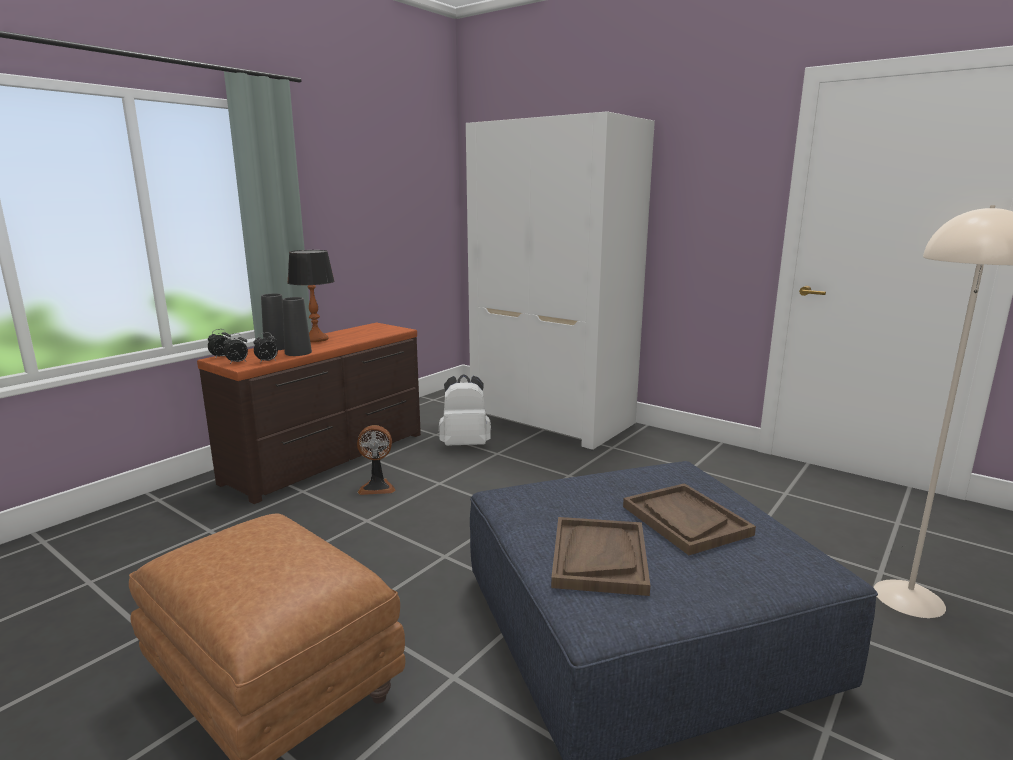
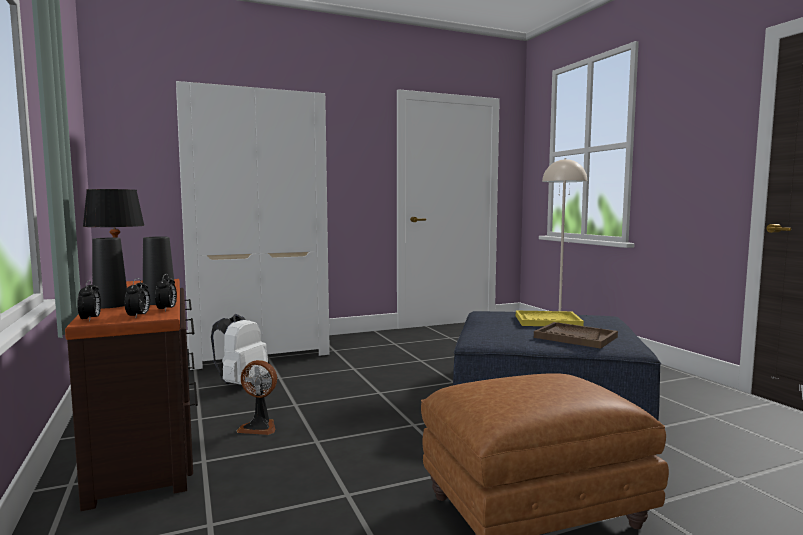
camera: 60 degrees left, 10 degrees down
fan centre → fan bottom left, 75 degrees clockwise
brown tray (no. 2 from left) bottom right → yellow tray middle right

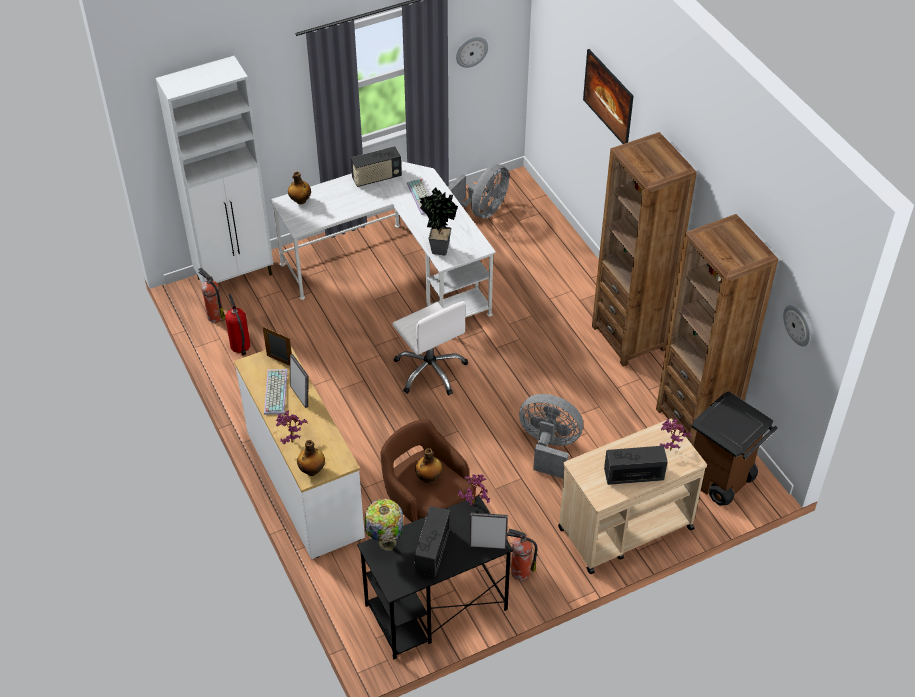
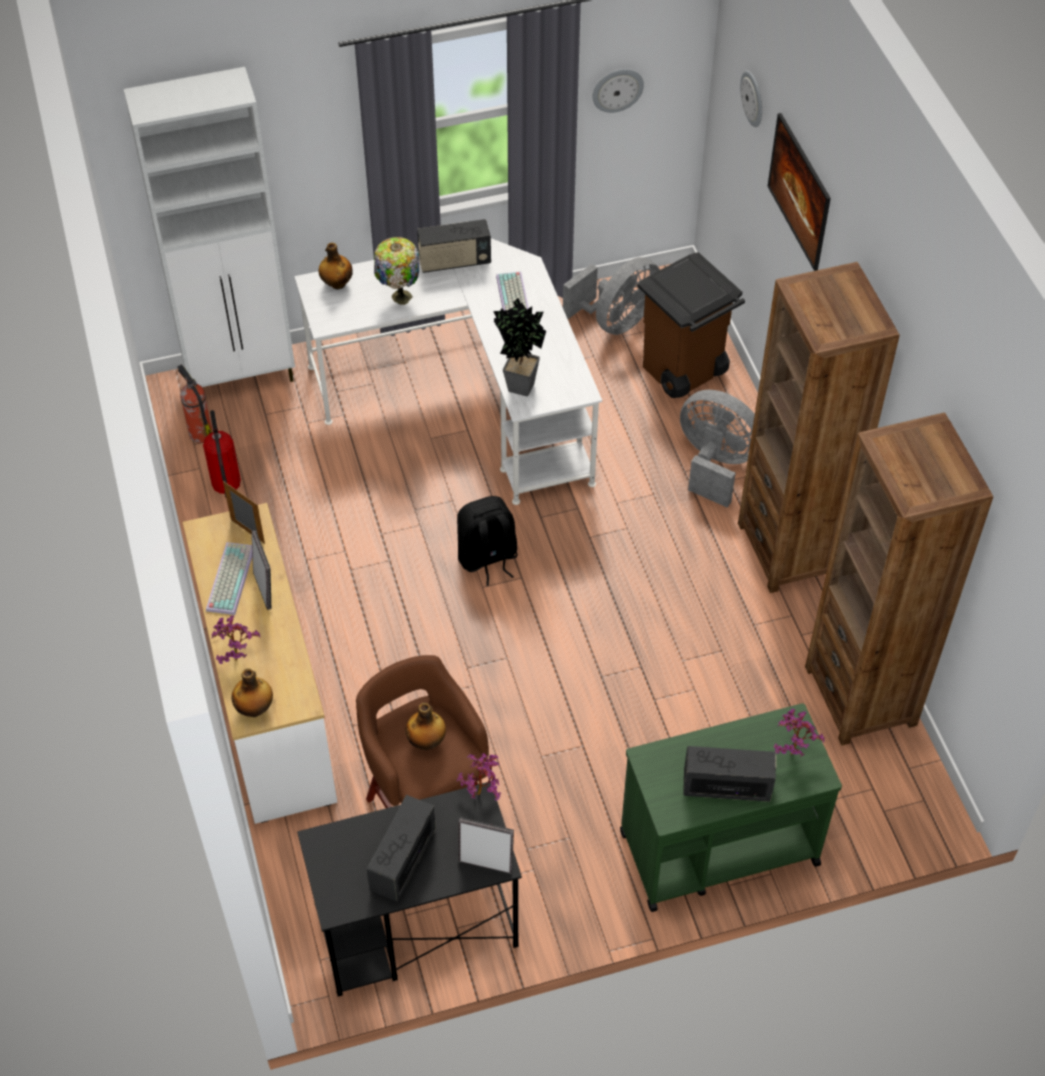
camera: 10 degrees right, 5 degrees up
white office chair centre → black backpack centre
wall clock (no. 2 from left) middle right → wall clock (no. 2 from left) top right, relocated
brown trash can middle right → brown trash can top centre, relocated
grey fan (no. 2 from left) centre → grey fan (no. 2 from left) middle right, relocated
beige cart bottom right → green cart bottom right
table lamp bottom centre → table lamp top centre, relocated
fire extinguisher (no. 3 from left) bottom centre → -

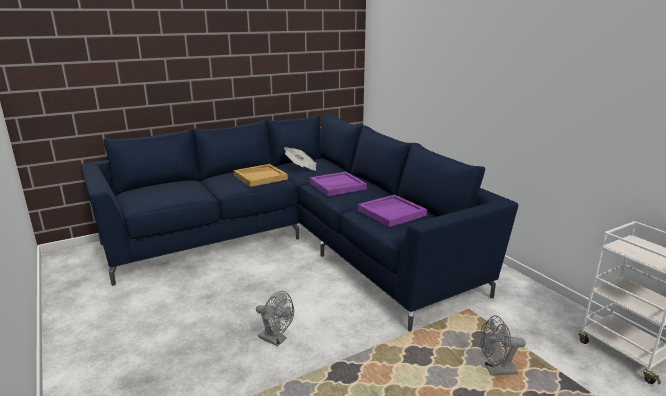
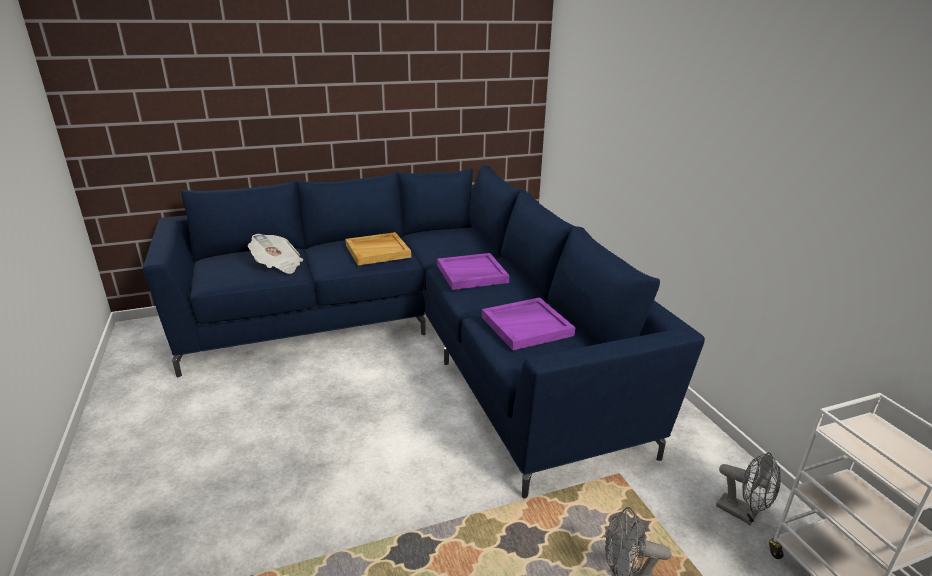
camera: 10 degrees right, 5 degrees up
newspaper centre → newspaper middle left, relocated
grey fan (no. 1 from left in the first image) bottom centre → grey fan (no. 2 from left) bottom right, relocated

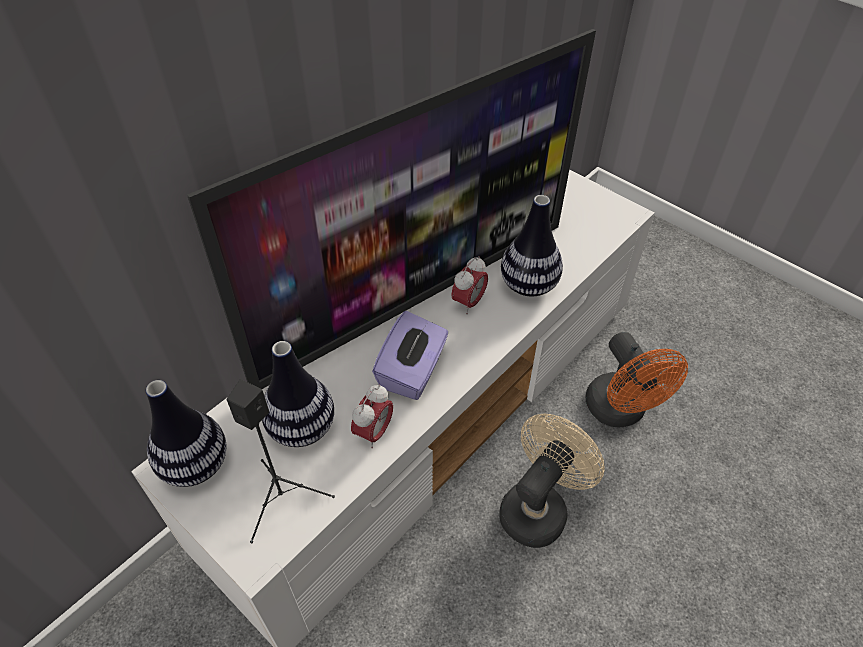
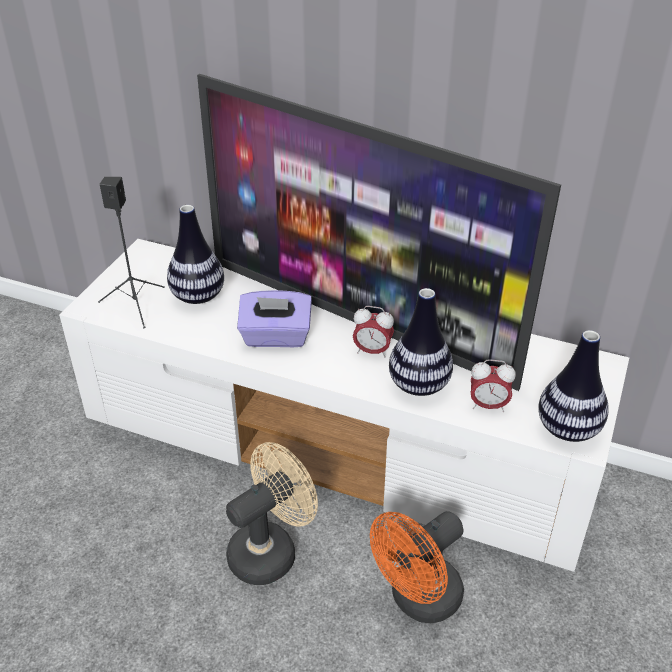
camera: 70 degrees right, 10 degrees down
vase (no. 1 from left in the first image) bottom left → vase (no. 3 from left) middle right, relocated
alarm clock (no. 1 from left in the first image) centre → alarm clock (no. 2 from left) middle right, relocated
beige fan bottom centre, 60 degrees counterclockwise

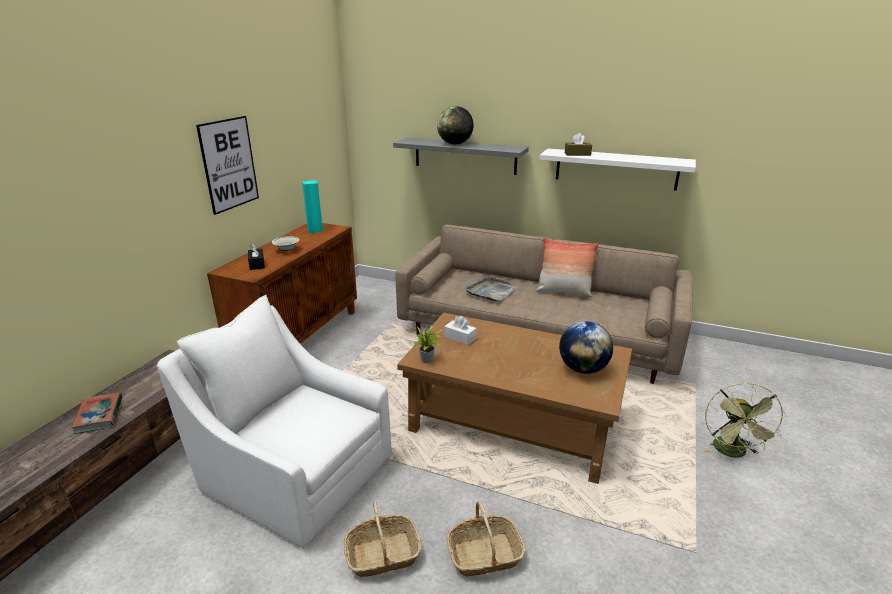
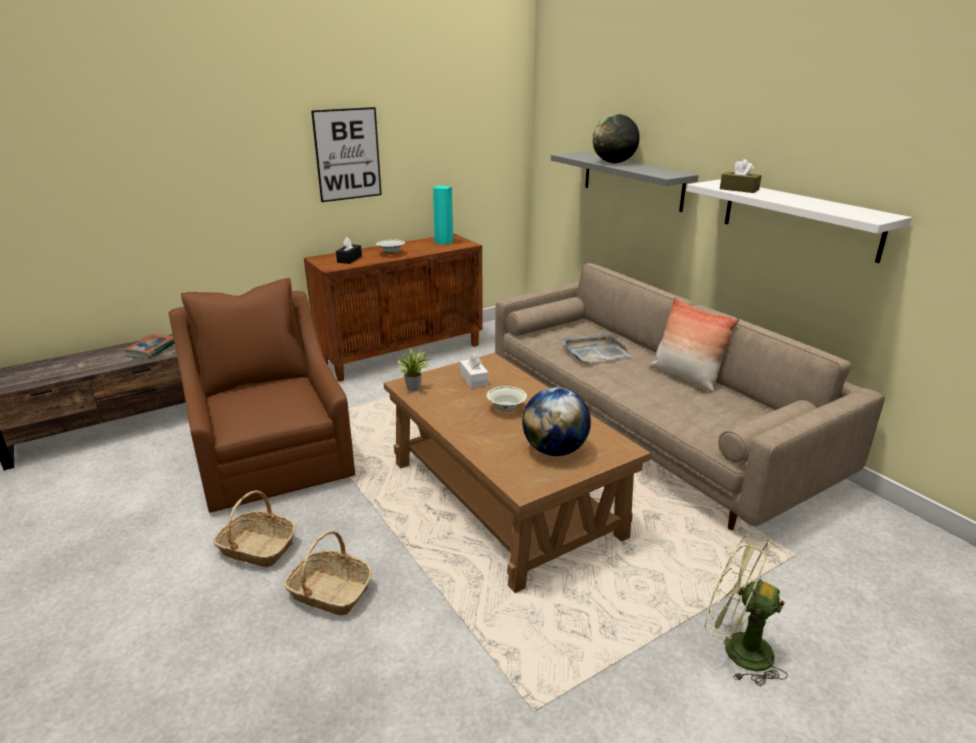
camera: 35 degrees right, 0 degrees up
white armchair bottom left → brown armchair middle left
green fan bottom right, 75 degrees clockwise
- → white bowl (no. 2 from left) centre

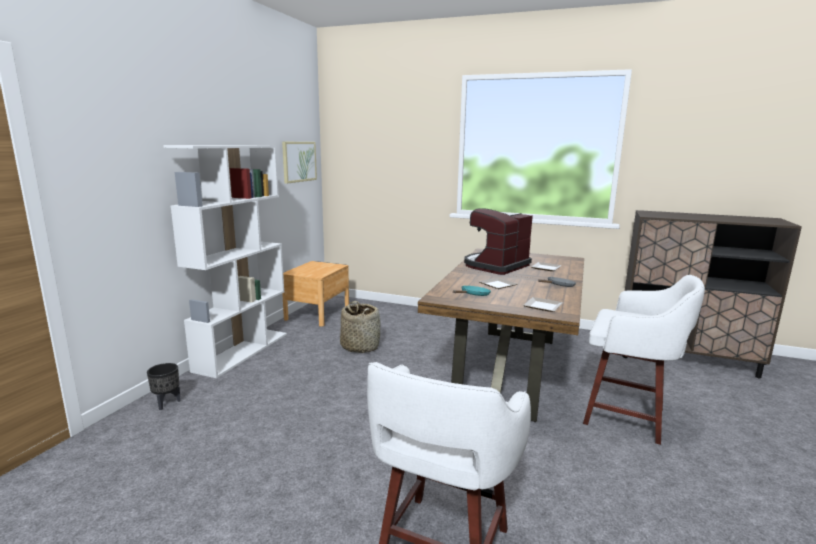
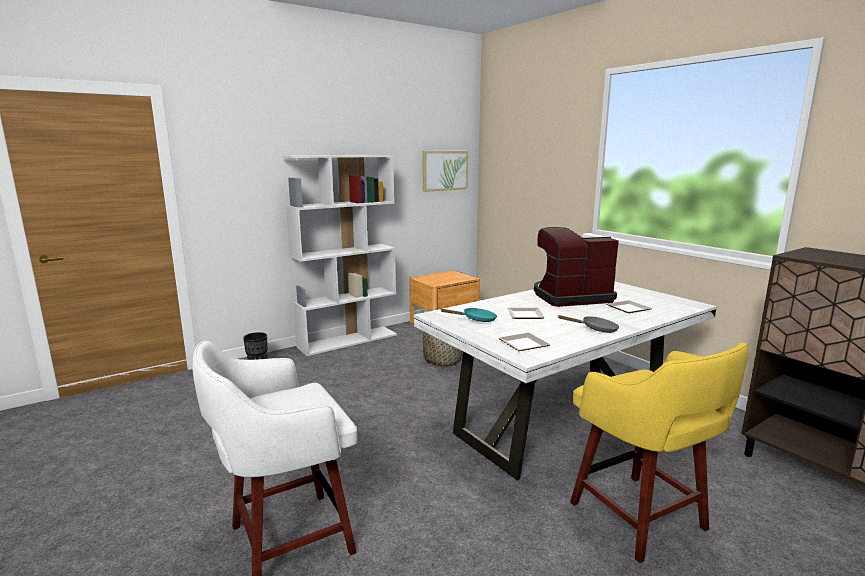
camera: 35 degrees right, 0 degrees up
brown dining table centre → white dining table centre
white stool (no. 2 from left) middle right → yellow stool bottom right

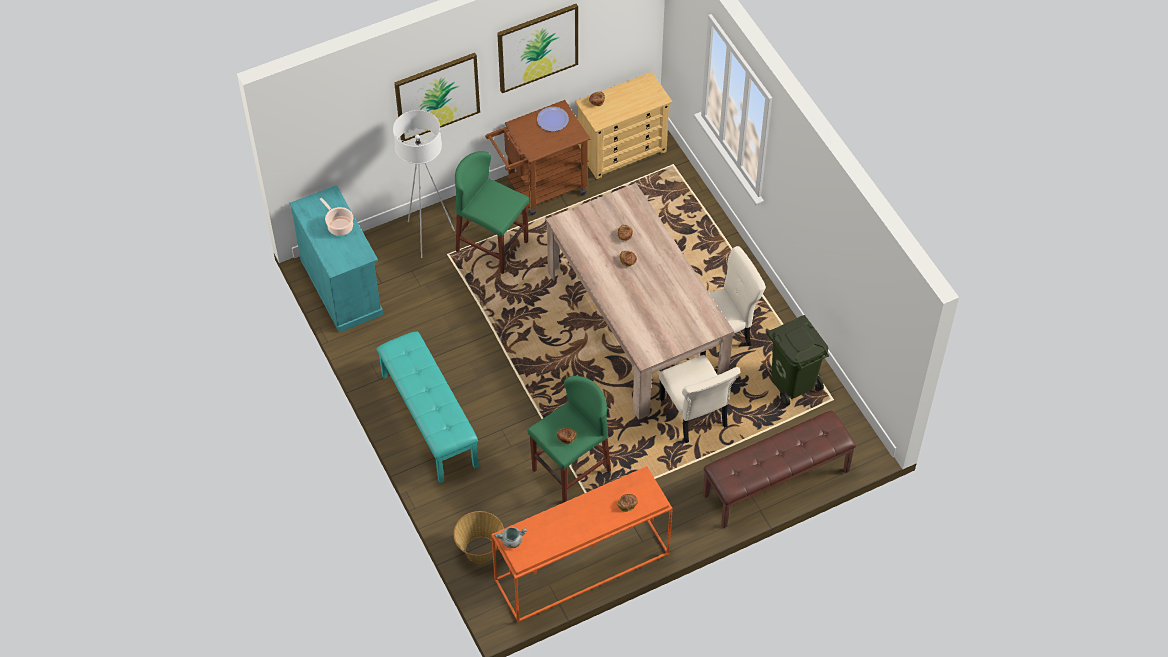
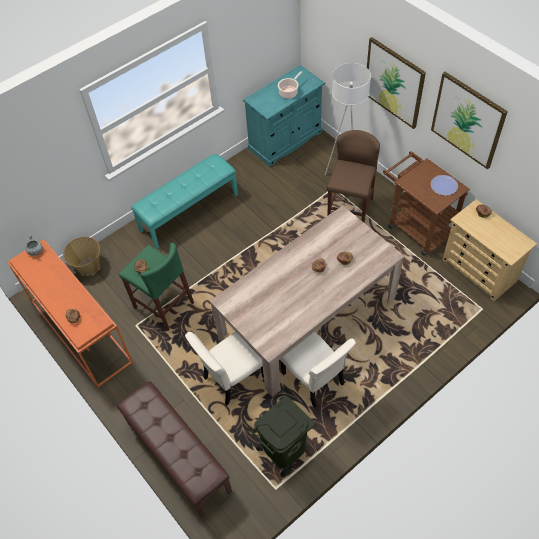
camera: 80 degrees right, 0 degrees up
green stool (no. 1 from left) top centre → brown stool top centre

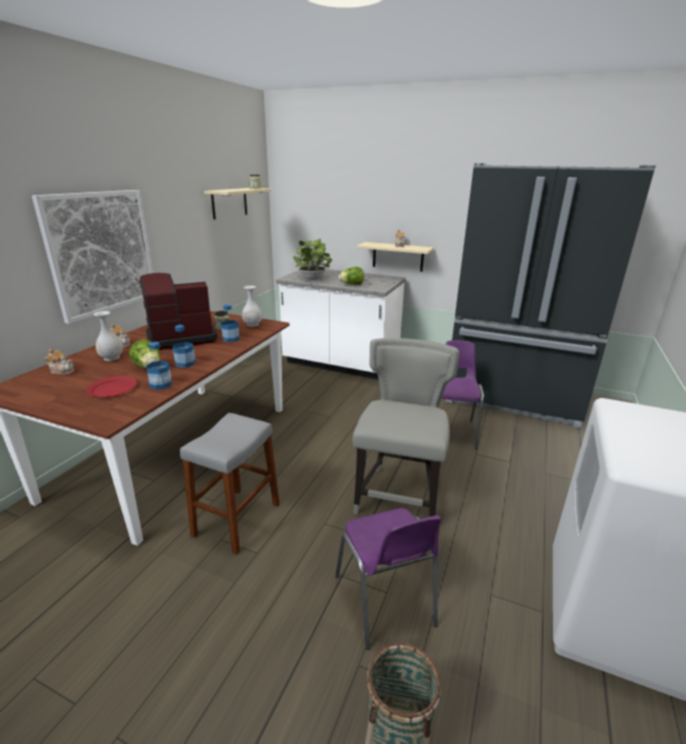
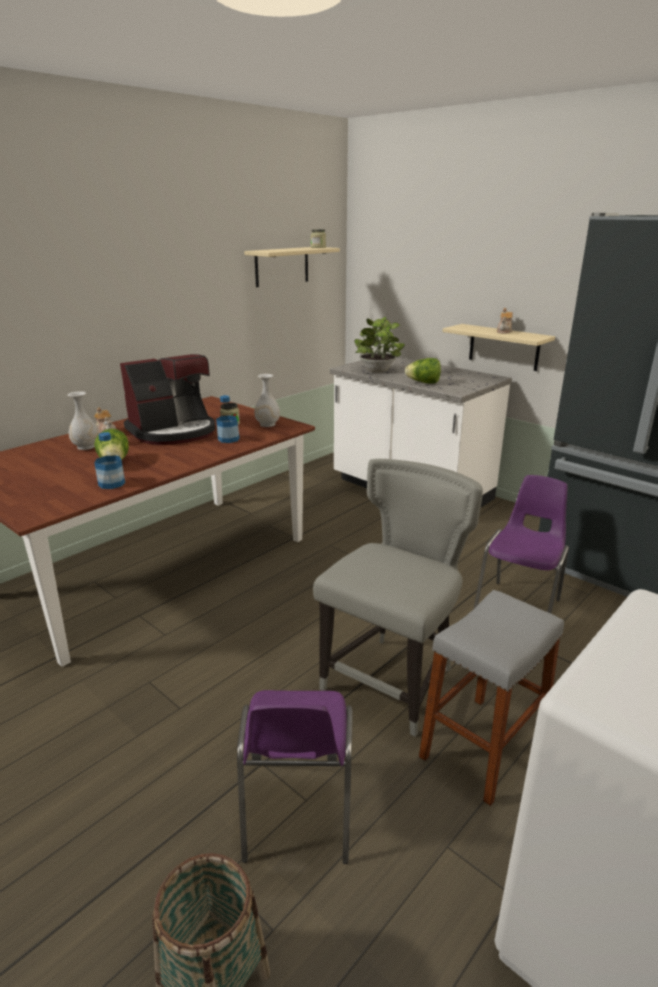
camera: 20 degrees right, 0 degrees up
picture middle left → -
coffee machine middle left, 150 degrees clockwise
bottle (no. 2 from left) middle left → -
teapot (no. 1 from left) middle left → -
red plate middle left → -
grey stool centre → grey stool bottom right, relocated

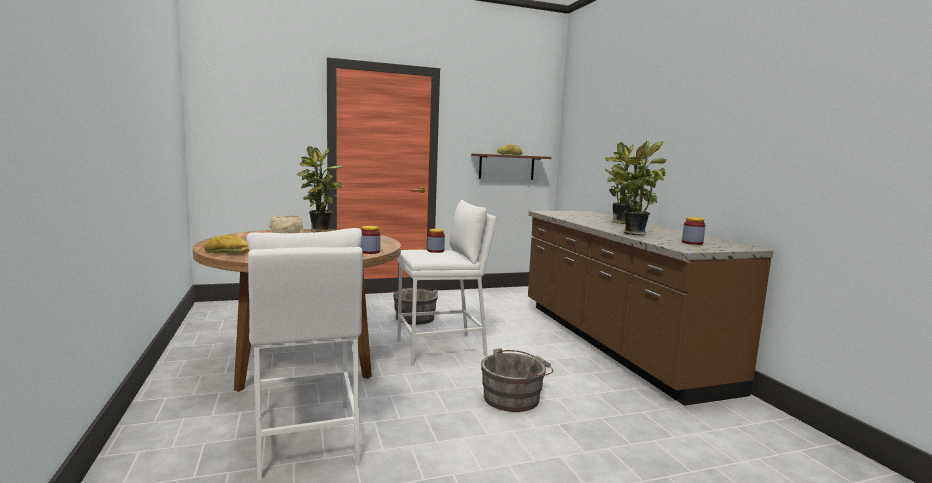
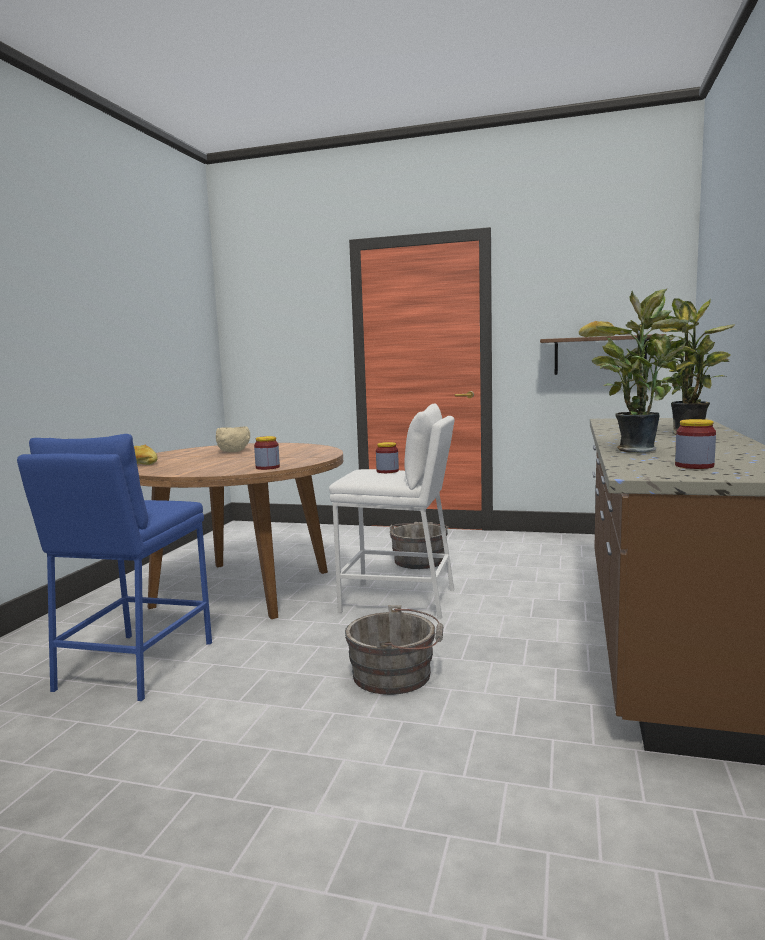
camera: 35 degrees right, 0 degrees up
potted plant (no. 1 from left) centre → -
white stool (no. 1 from left) bottom left → blue stool middle left

